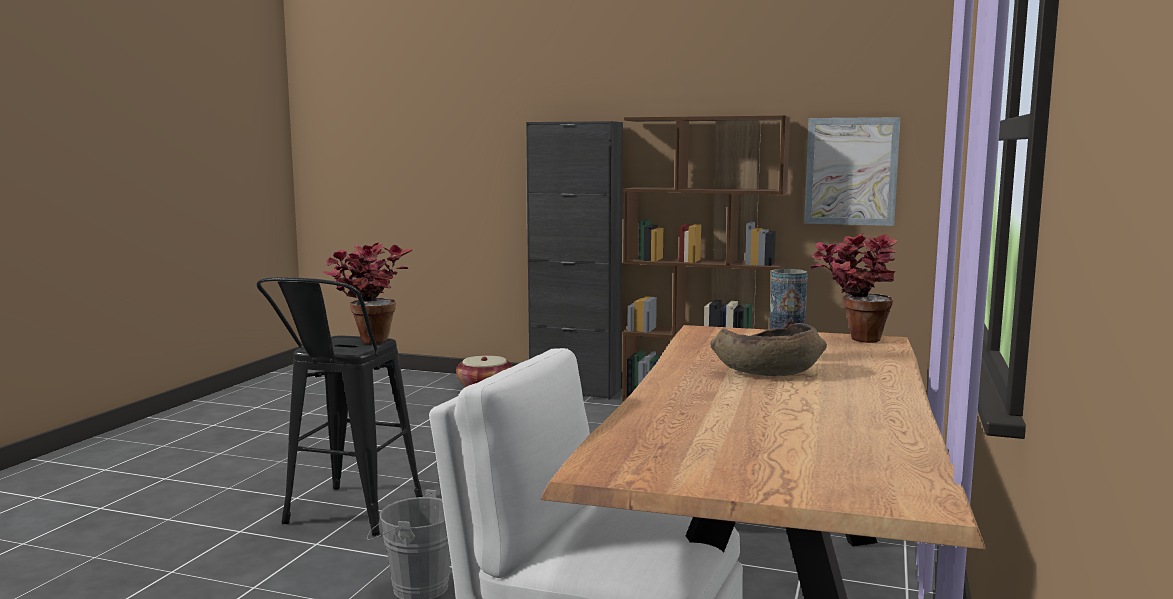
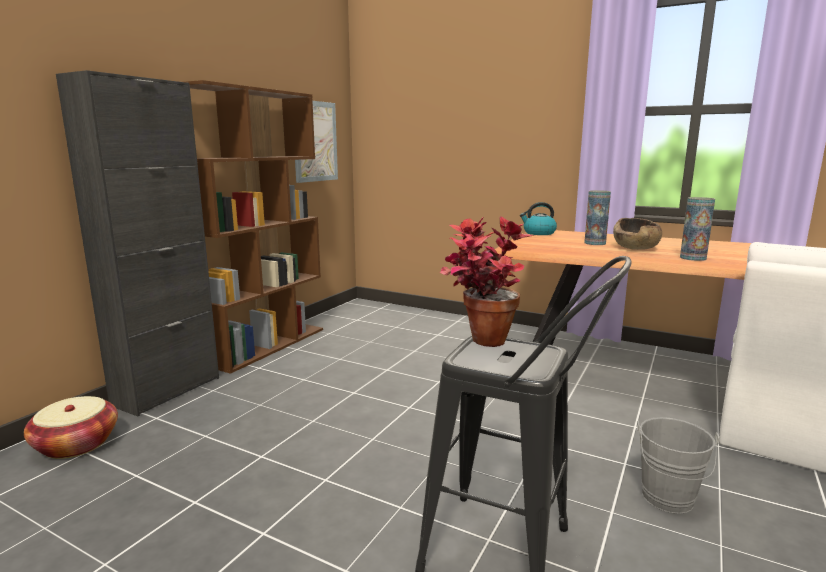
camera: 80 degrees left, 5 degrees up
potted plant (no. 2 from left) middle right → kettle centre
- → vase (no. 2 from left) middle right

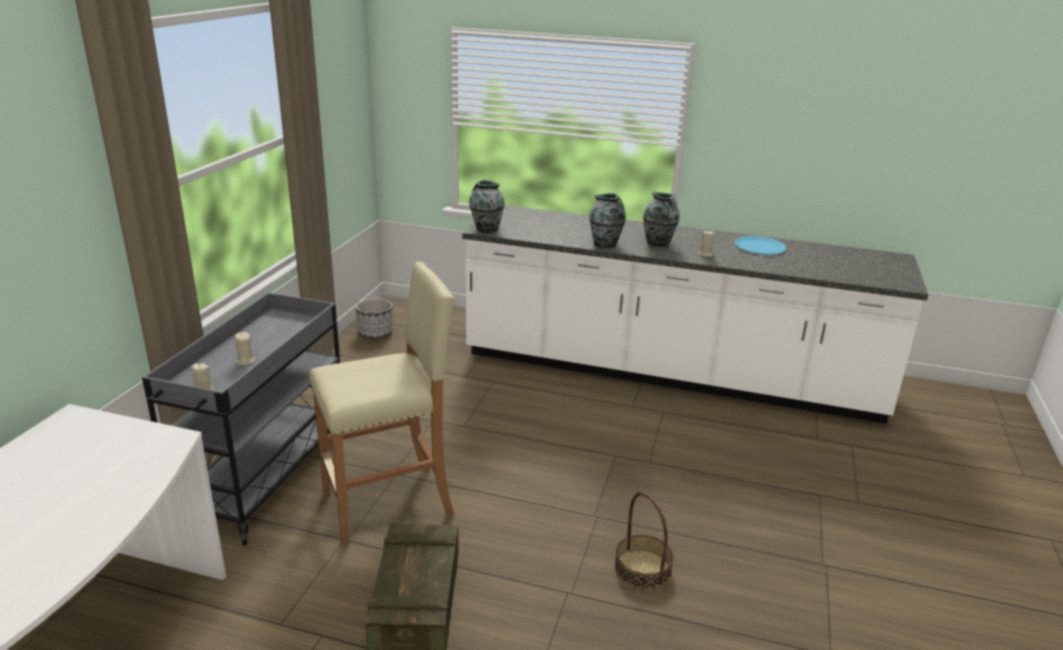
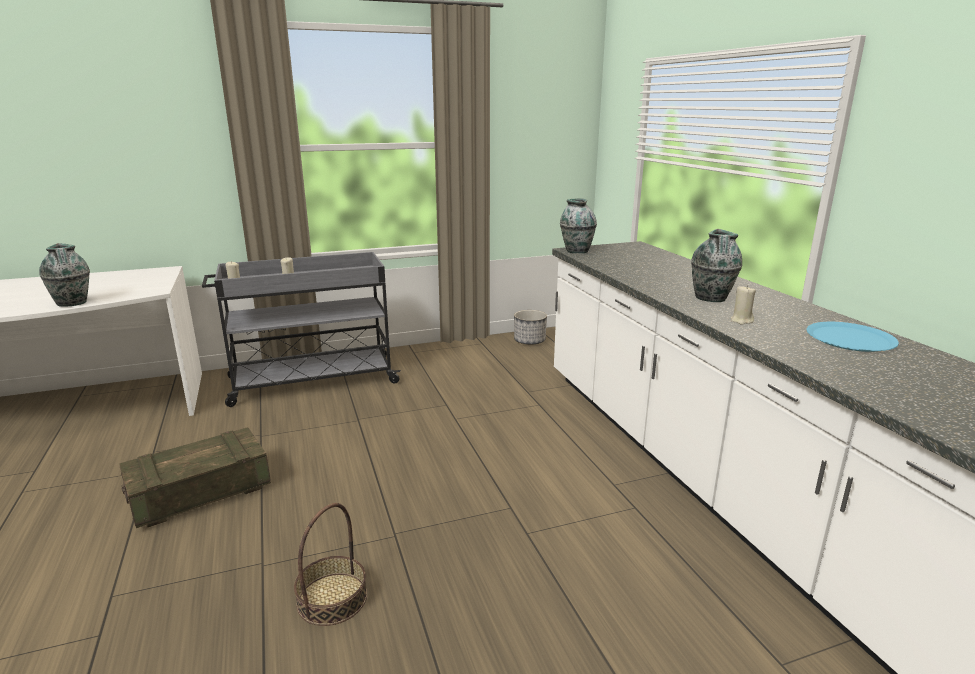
camera: 55 degrees right, 5 degrees down
vase (no. 2 from left in the first image) centre → vase (no. 1 from left) middle left, relocated
beige stool centre → -

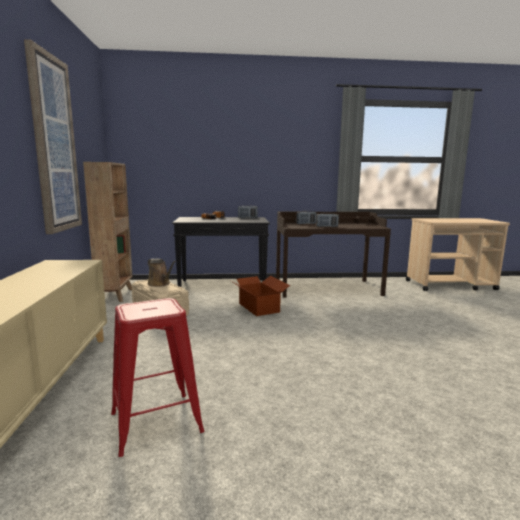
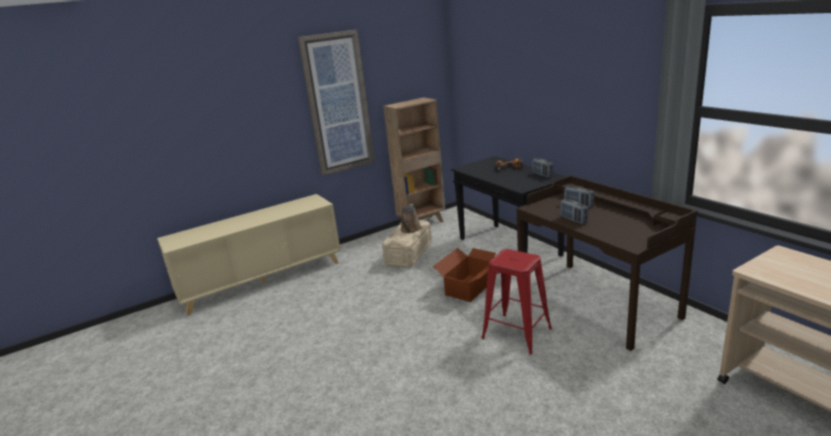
camera: 65 degrees right, 10 degrees up
red stool bottom left → red stool bottom centre, relocated

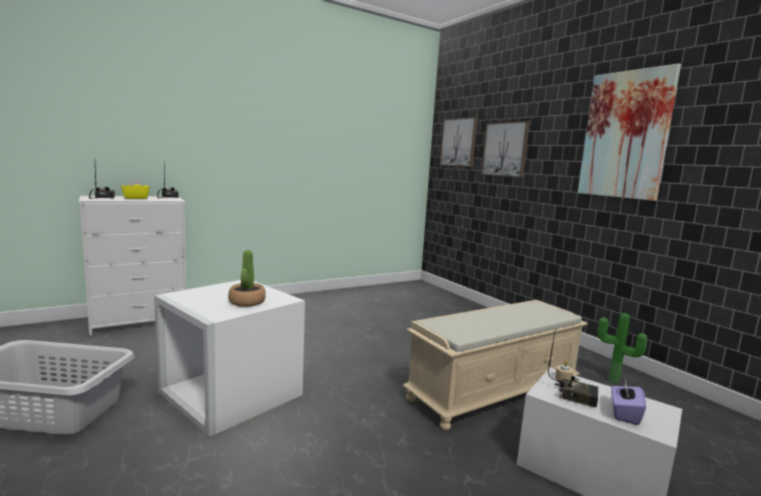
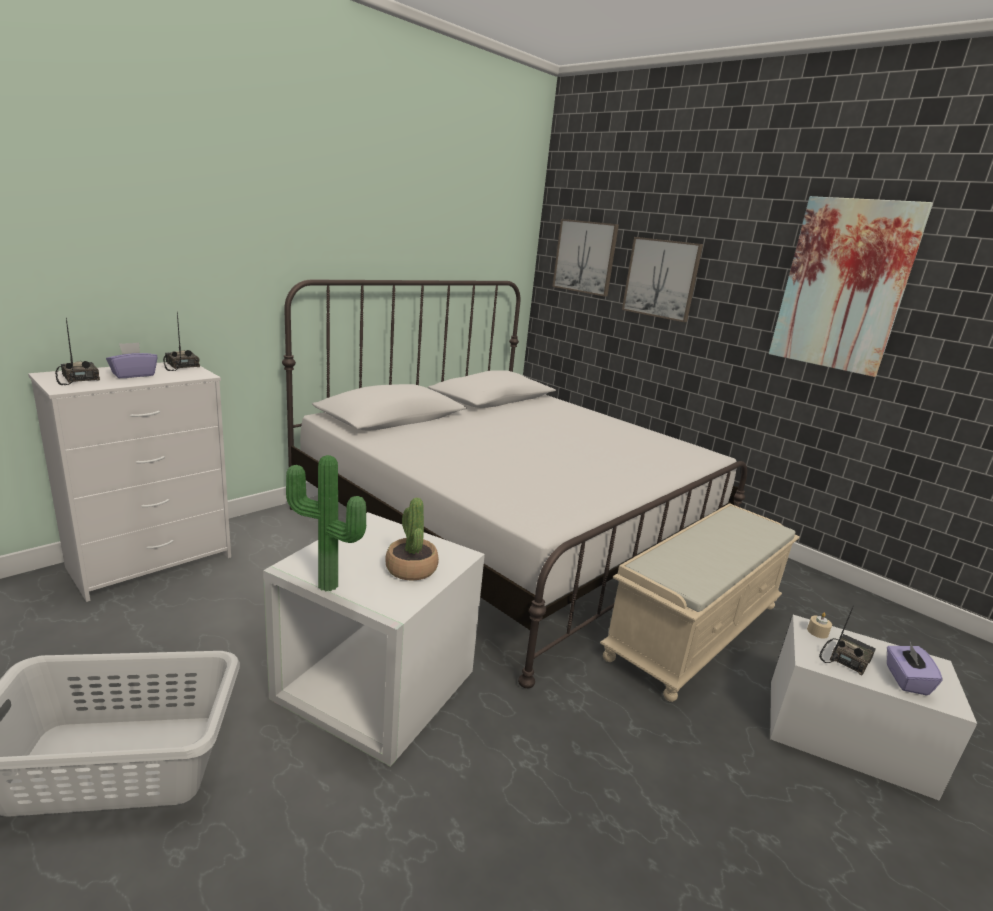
camera: 15 degrees left, 10 degrees up
yellow tissue box middle left → purple tissue box (no. 1 from left) middle left
potted plant (no. 2 from left in the first image) bottom right → potted plant (no. 1 from left) middle left, relocated
radio (no. 3 from left) bottom right, 60 degrees counterclockwise
- → white bed centre

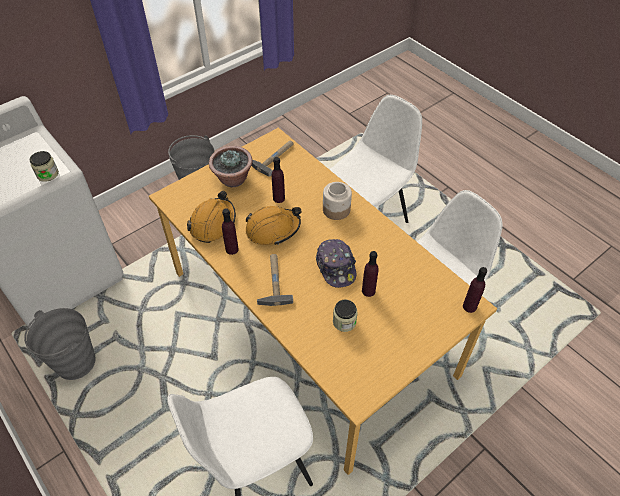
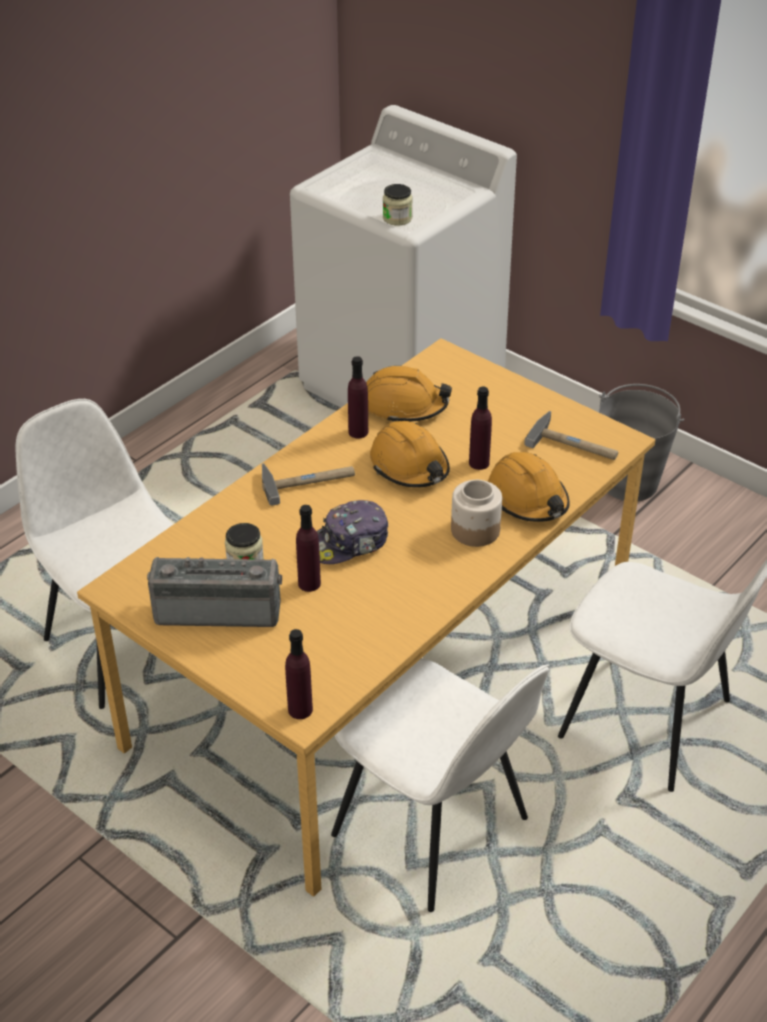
camera: 80 degrees right, 10 degrees down
potted plant centre → -
grey bucket (no. 1 from left) bottom left → -
- → orange hard hat (no. 3 from left) middle right
- → radio middle left

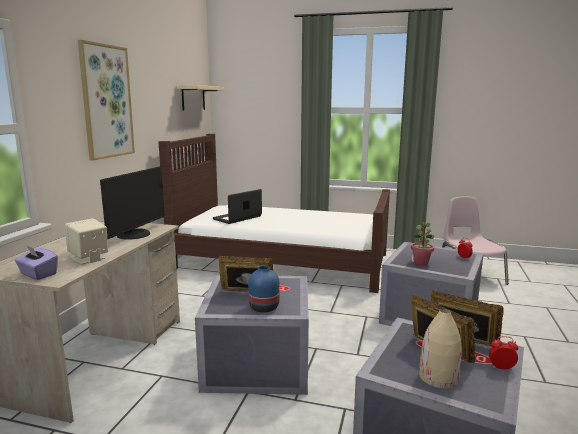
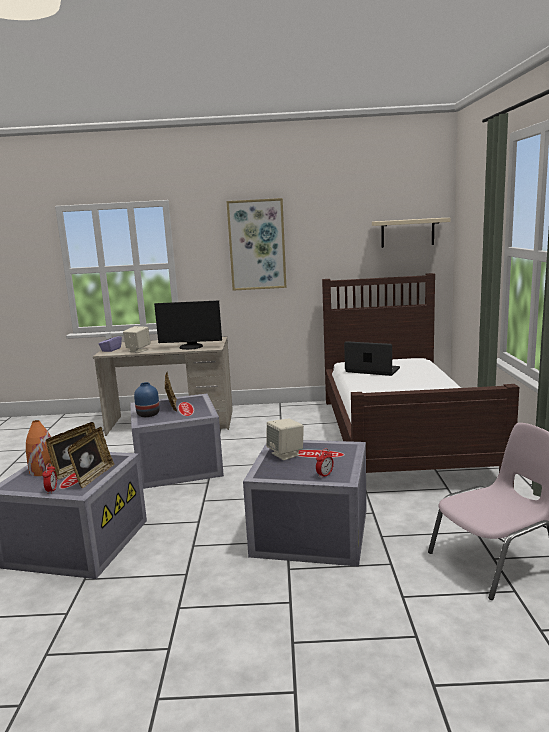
camera: 75 degrees right, 0 degrees up
potted plant middle right → beige speaker (no. 2 from left) centre
beige vase bottom right → orange vase middle left

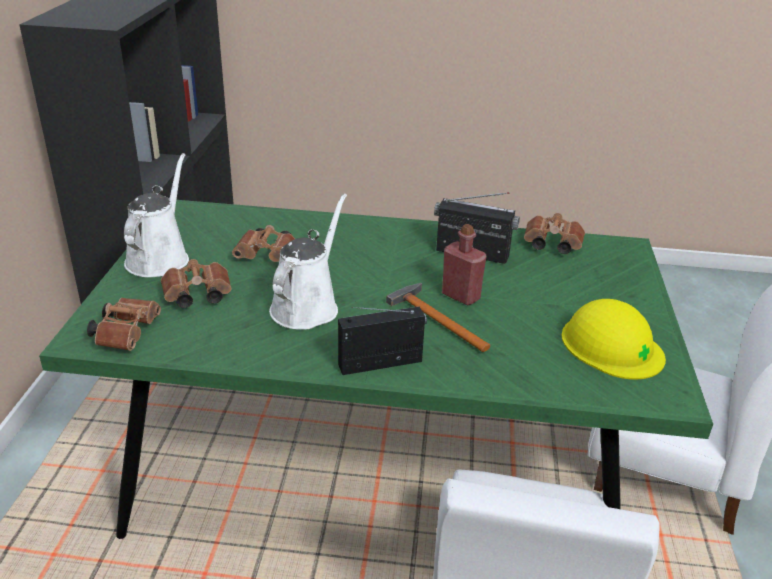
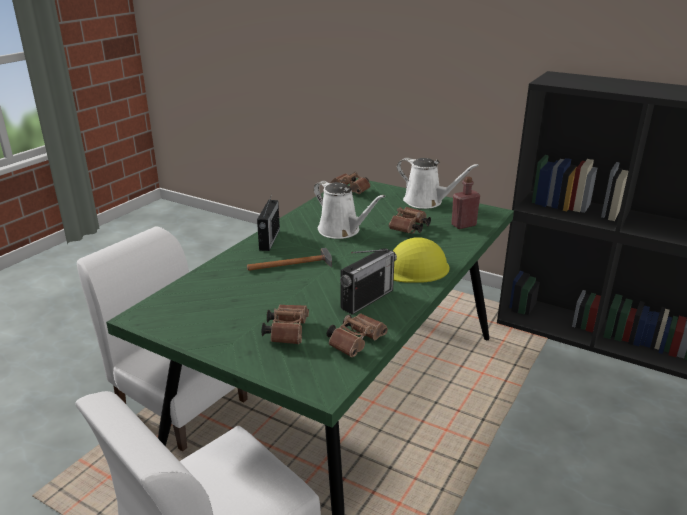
camera: 115 degrees right, 5 degrees down
red bottle centre → red bottle middle right, relocated
brown binoculars (no. 2 from left in the first image) middle left → brown binoculars (no. 1 from left) centre, relocated
yellow hard hat middle right → yellow hard hat centre, relocated

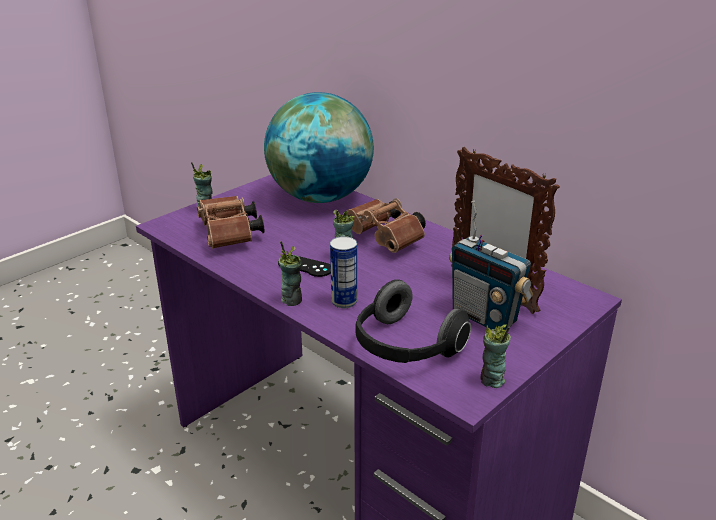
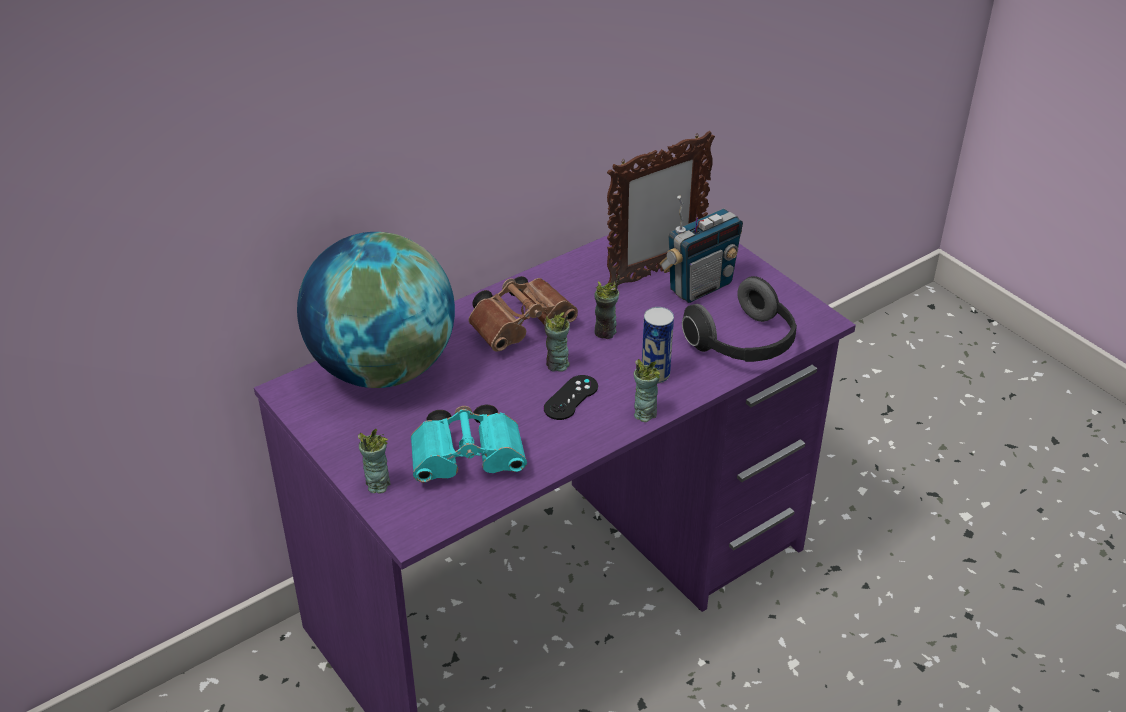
camera: 80 degrees left, 10 degrees up
brown binoculars (no. 1 from left) middle left → turquoise binoculars centre
cup (no. 4 from left in the first image) bottom right → cup (no. 3 from left) centre, relocated

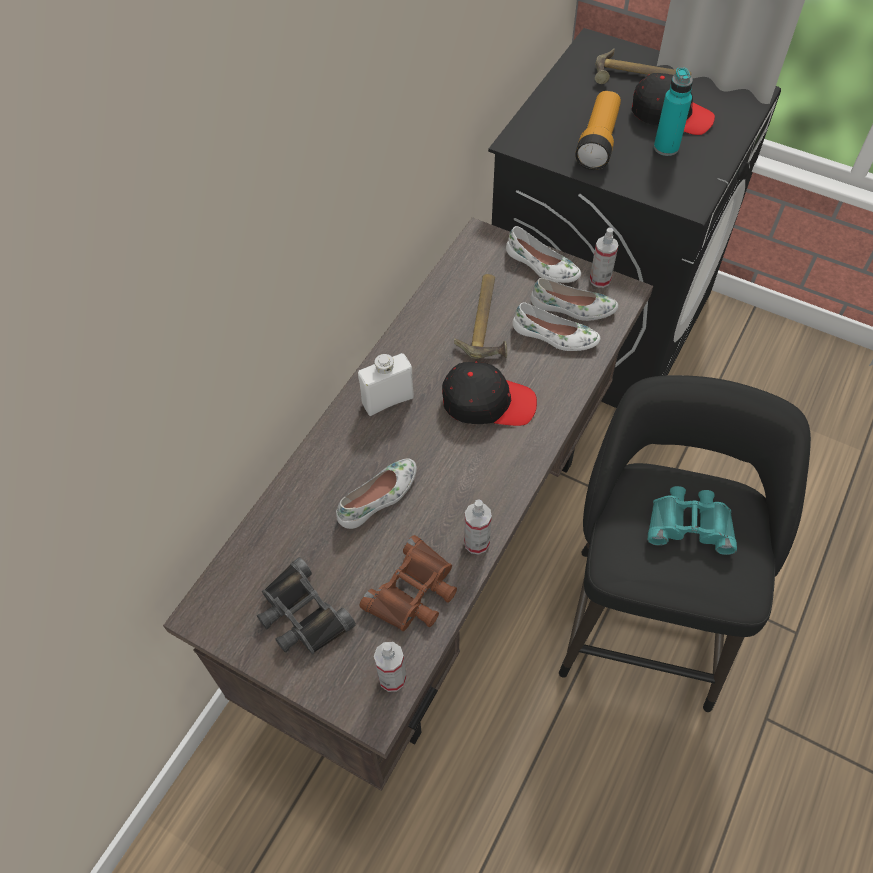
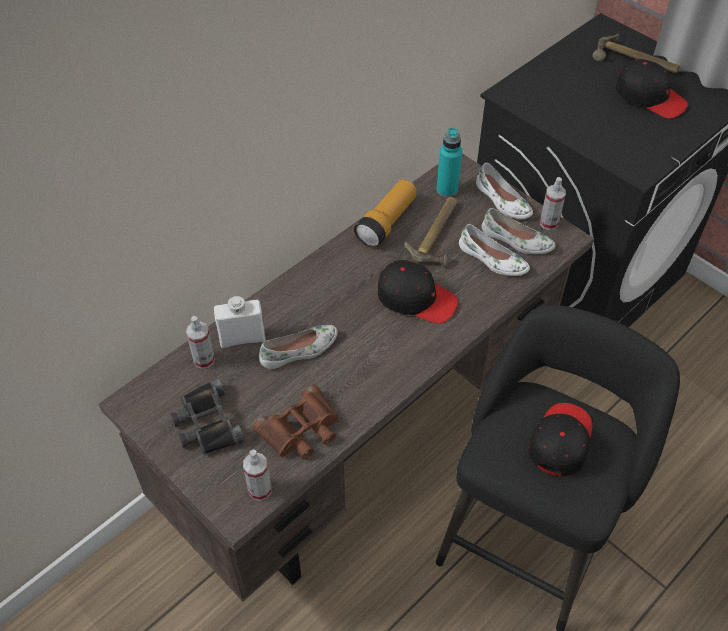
camera: 15 degrees right, 5 degrees down
turquoise bottle top right → turquoise bottle top centre, relocated
flashlight top right → flashlight centre, relocated
white bottle centre → white bottle middle left, relocated
turquoise binoculars middle right → black cap (no. 2 from left) bottom right
spray bottle (no. 2 from left in the first image) centre → spray bottle (no. 1 from left) middle left, relocated

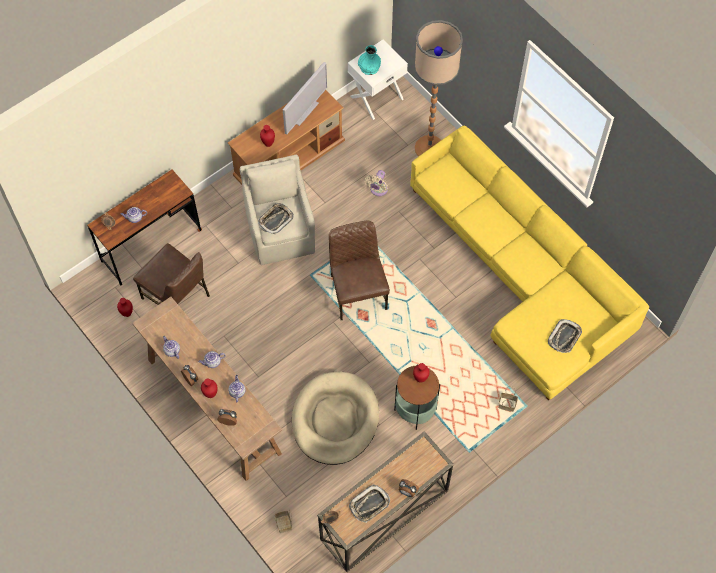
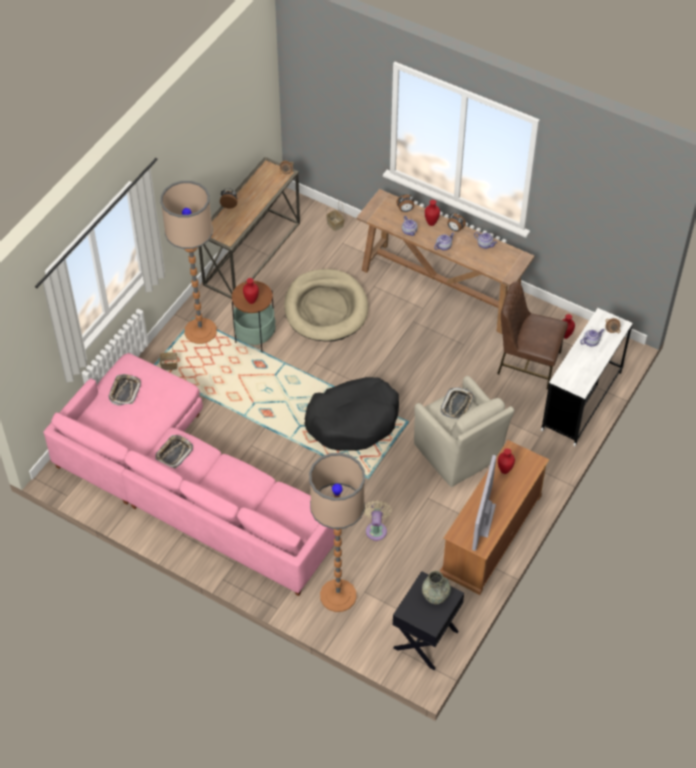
camera: 160 degrees right, 10 degrees down
white nightstand top centre → black nightstand bottom centre
turquoise vase top centre → grey vase bottom centre
yellow sofa middle right → pink sofa middle left
brown desk middle left → white desk middle right
brown chair (no. 2 from left) centre → black dog bed centre
tray (no. 2 from left) bottom centre → tray (no. 2 from left) middle left, relocated
- → floor lamp (no. 1 from left) middle left

